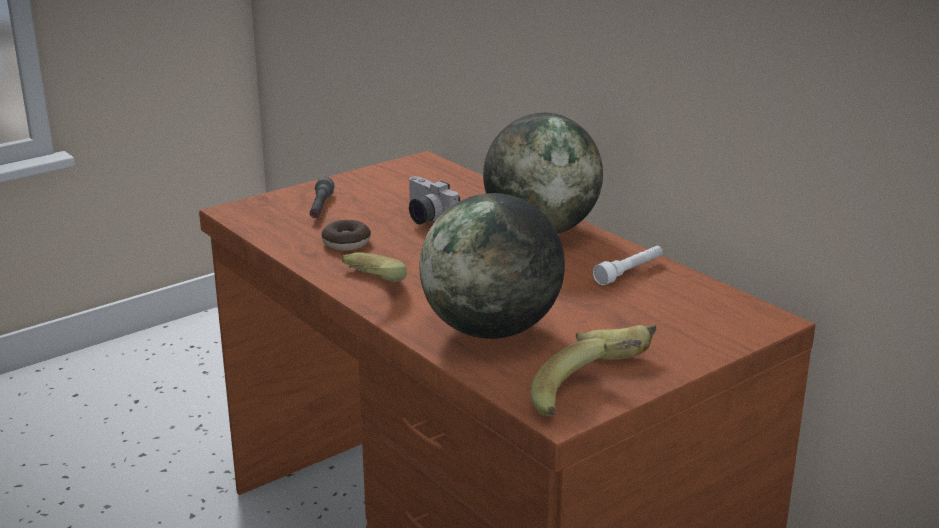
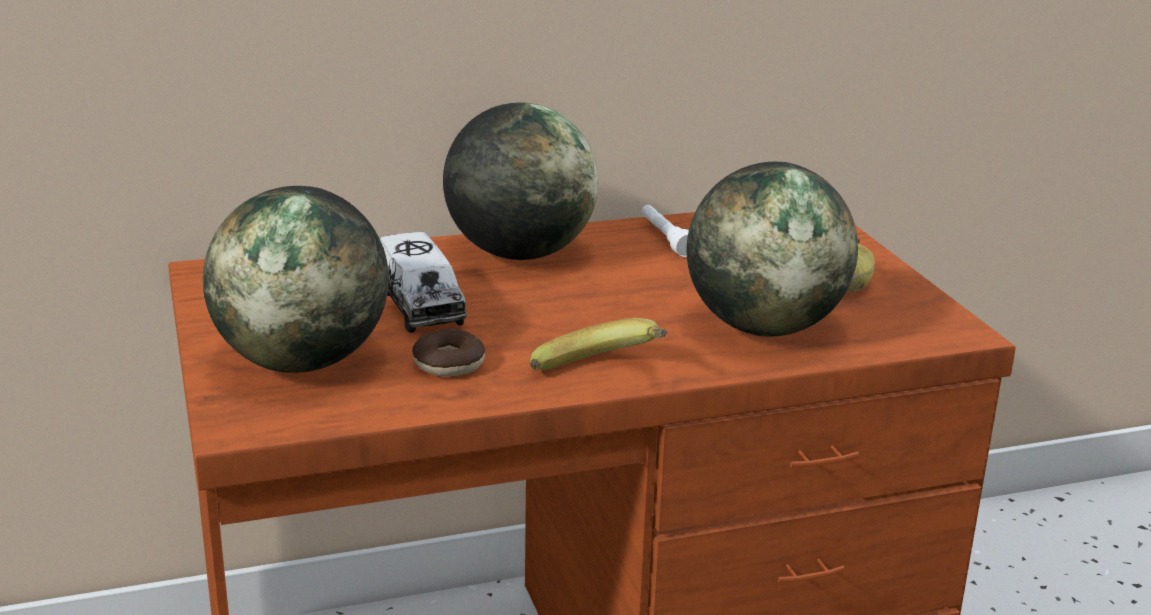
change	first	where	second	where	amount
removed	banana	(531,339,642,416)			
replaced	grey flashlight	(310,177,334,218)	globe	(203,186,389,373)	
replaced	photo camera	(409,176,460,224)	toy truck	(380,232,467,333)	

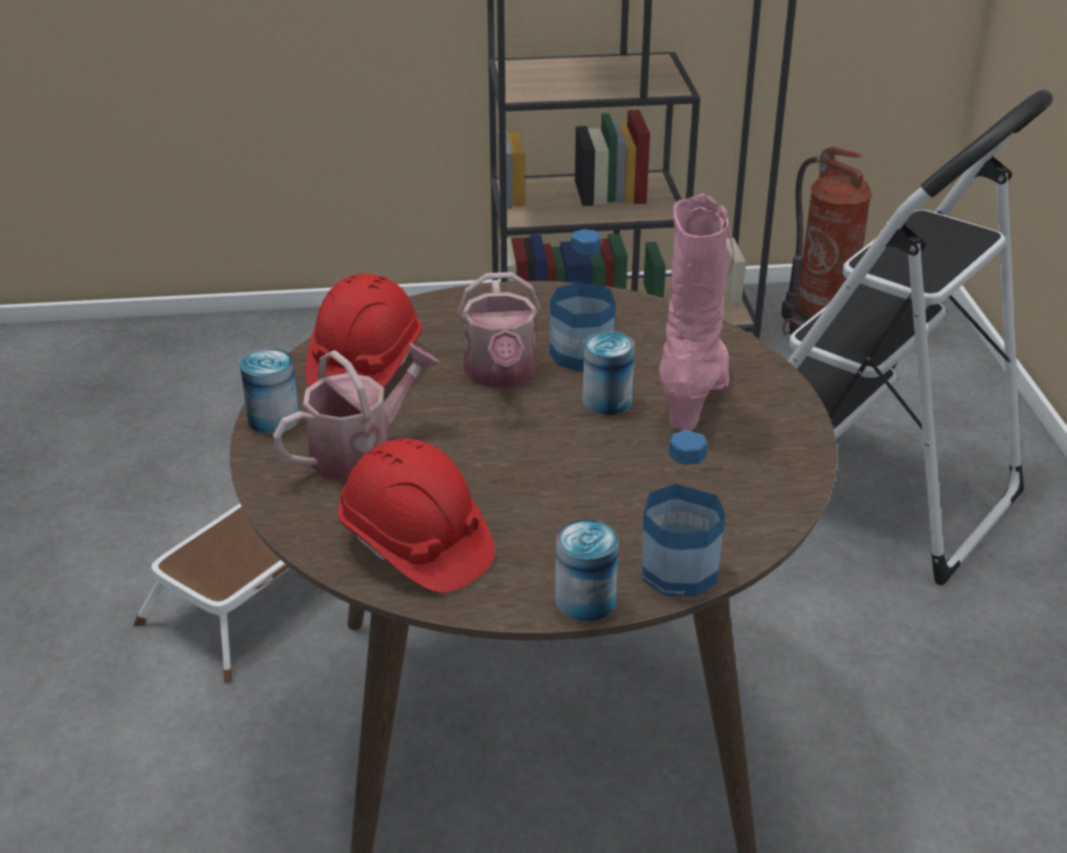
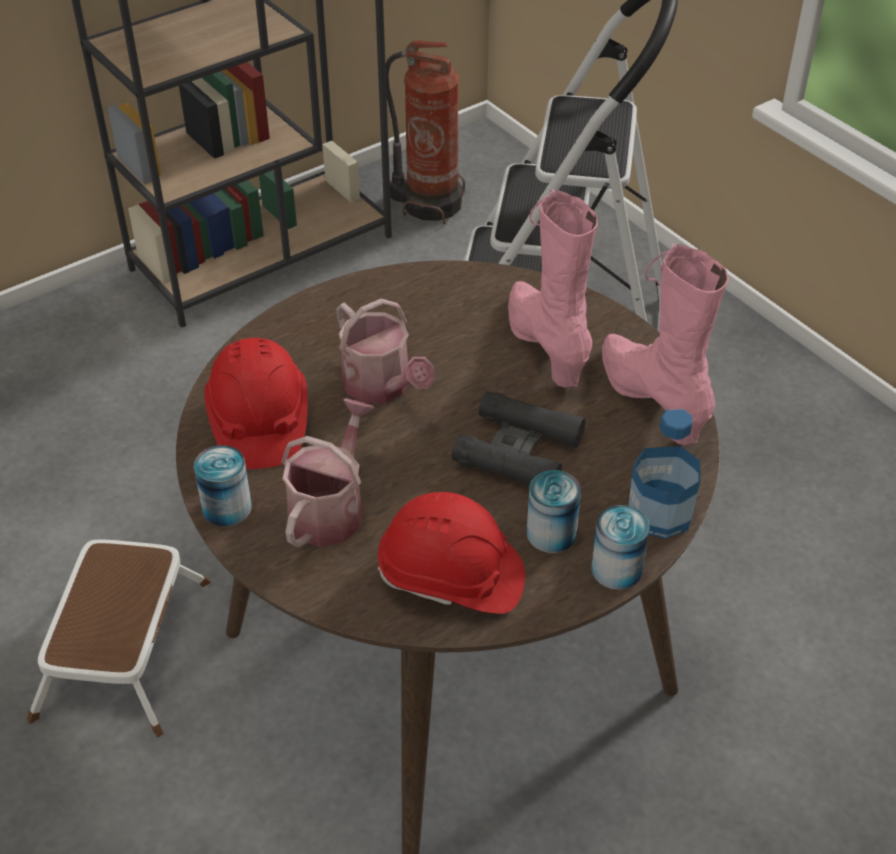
change	first	where	second	where	amount
removed	bottle	(550,229,615,372)			
added			black binoculars	(452,391,586,486)	
added			pink boot	(602,243,729,445)	
moved	can	(582,332,635,416)		(527,470,581,553)	

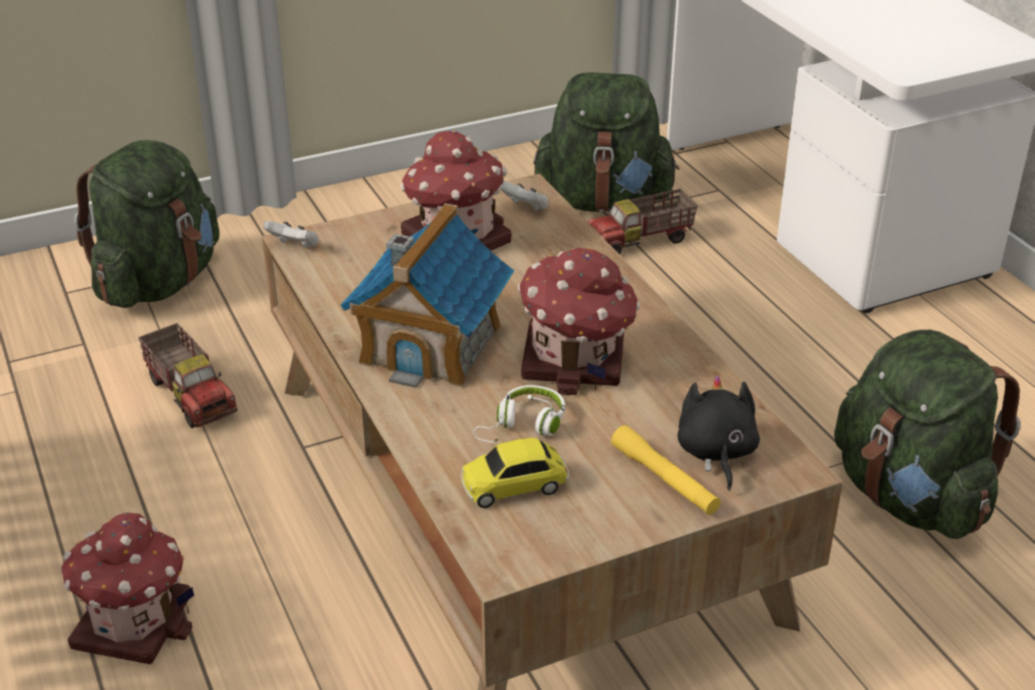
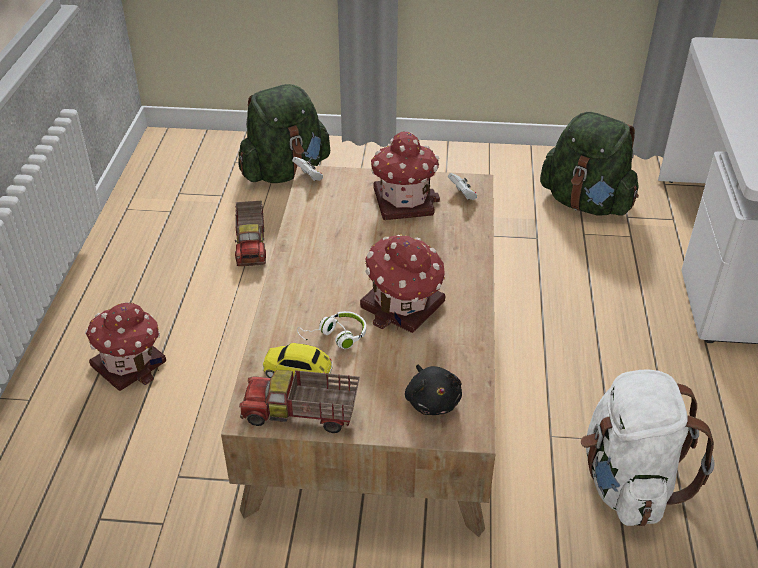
change	first	where	second	where	amount
removed	toy house	(340,203,515,388)			
removed	yellow flashlight	(611,425,720,515)			
moved	toy truck	(587,189,698,255)		(239,370,360,433)	
recoloured	green backpack	(834,330,1020,539)	white backpack	(581,370,715,526)	
turned	black plush toy	(677,375,760,491)		(405,364,462,415)	135 degrees clockwise

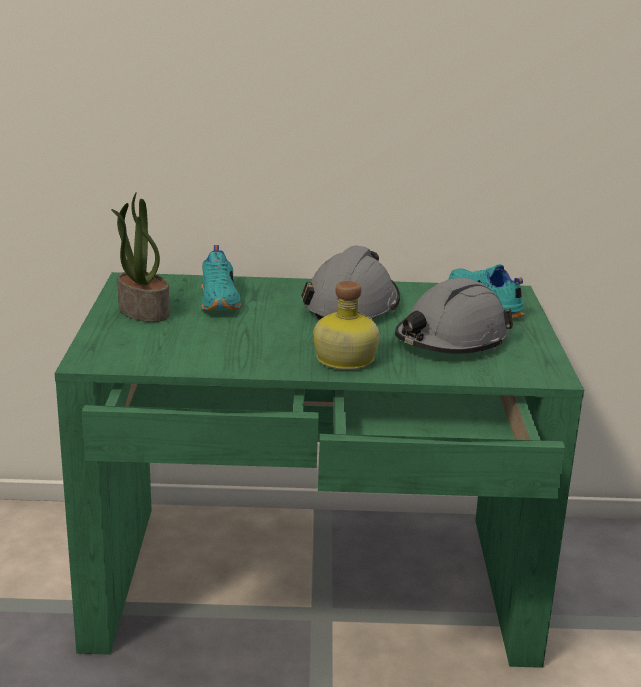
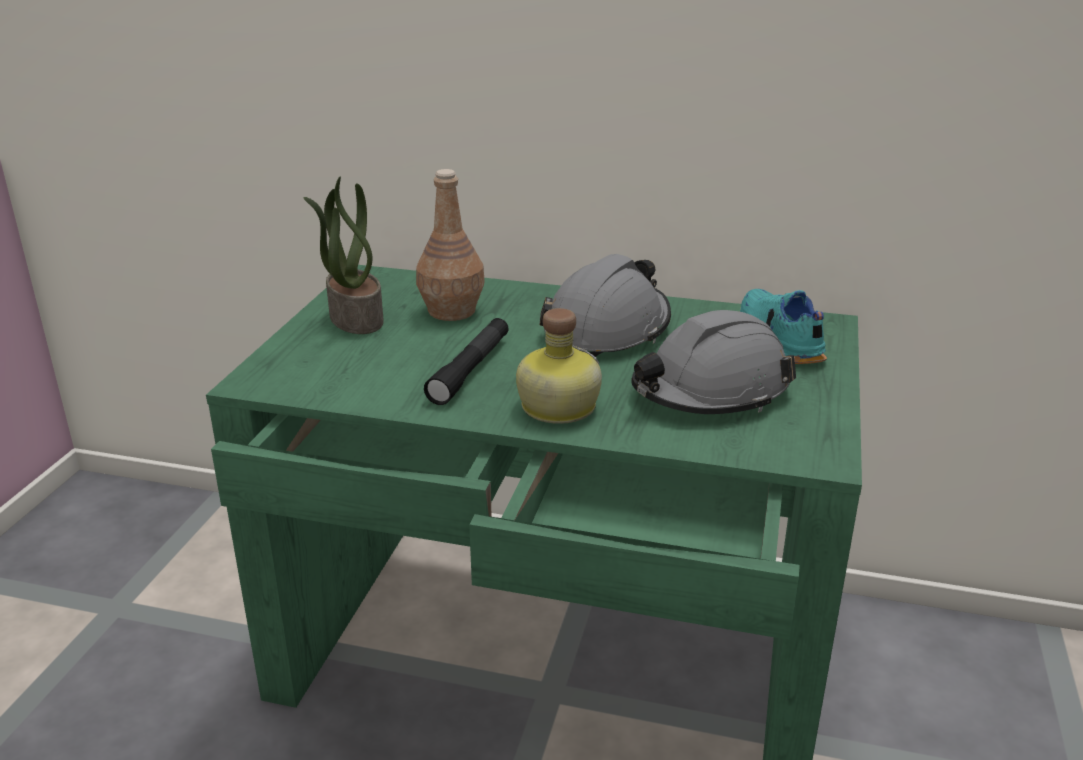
change	first	where	second	where	amount
added			black flashlight	(424,318,509,405)	
replaced	turquoise shoe	(201,245,241,310)	brown bottle	(416,169,485,321)	

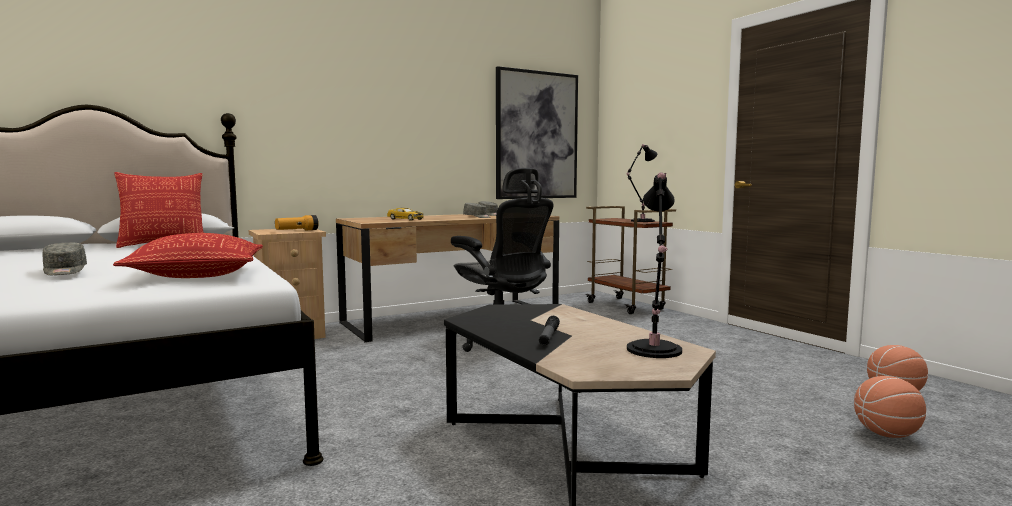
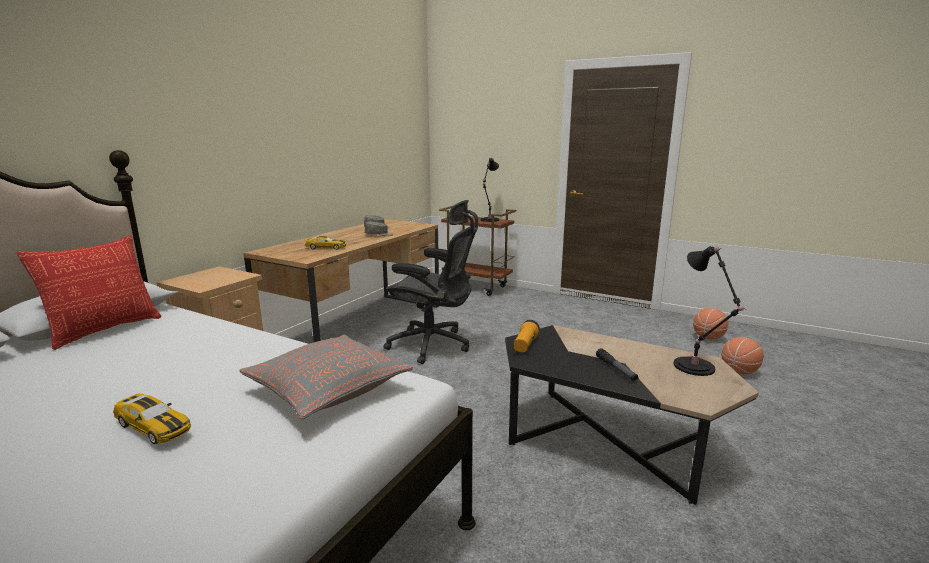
change	first	where	second	where	amount
removed	picture	(496,66,578,199)			
moved	flashlight	(275,215,319,230)		(514,320,540,353)	
replaced	grey cap	(43,242,87,275)	toy car	(113,393,191,444)	
recoloured	red pillow	(113,233,263,278)	grey pillow	(239,335,413,419)	

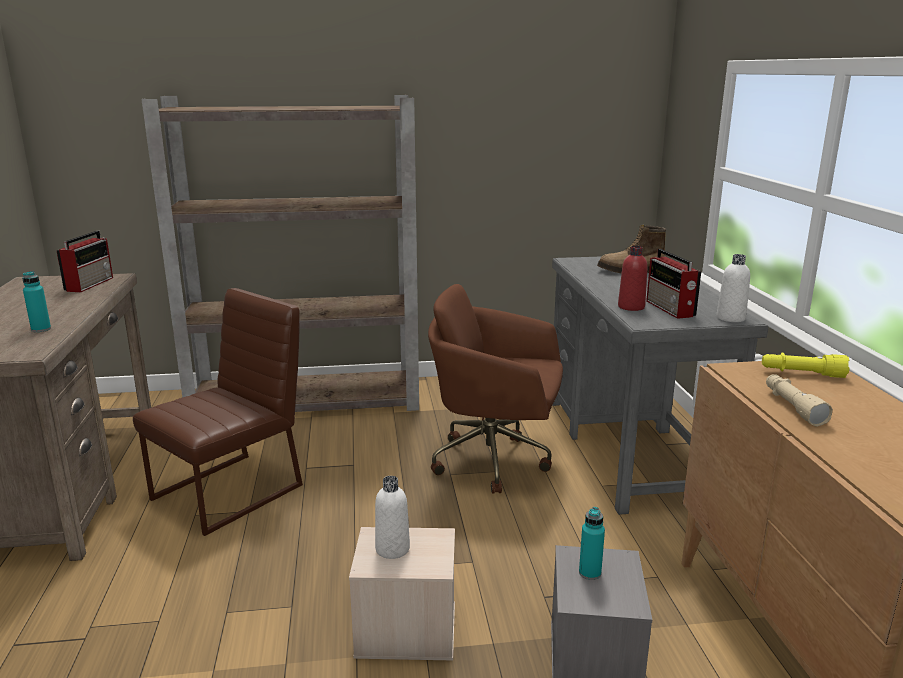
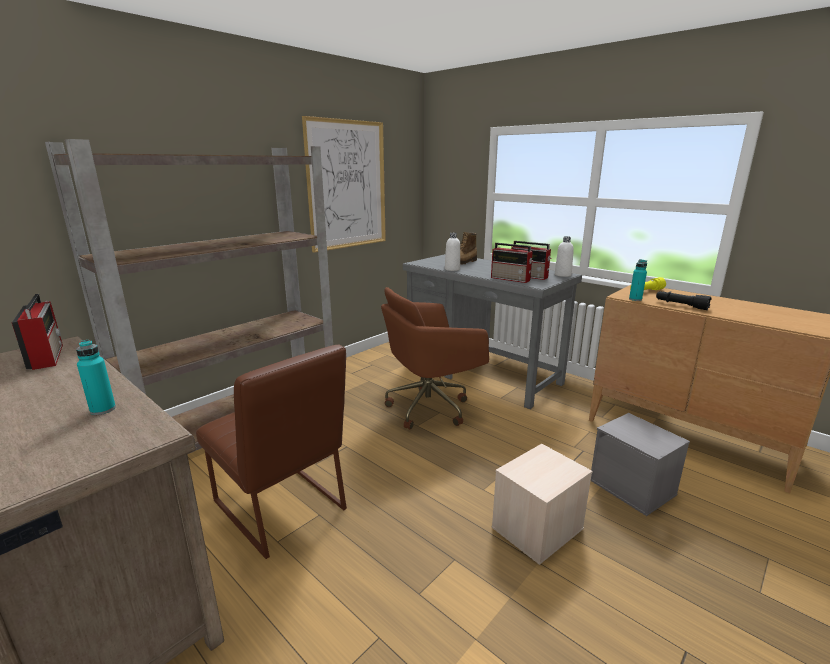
change	first	where	second	where	amount
added			picture	(302,116,386,253)	
moved	white bottle	(375,476,410,559)		(445,233,460,271)	
moved	turquoise bottle	(579,507,605,580)		(629,259,647,301)	
replaced	red bottle	(618,246,647,311)	radio	(491,243,533,283)	
recoloured	beige flashlight	(766,374,833,427)	black flashlight	(656,291,712,310)	
turned	brown chair	(133,288,303,536)		(196,345,347,559)	135 degrees clockwise

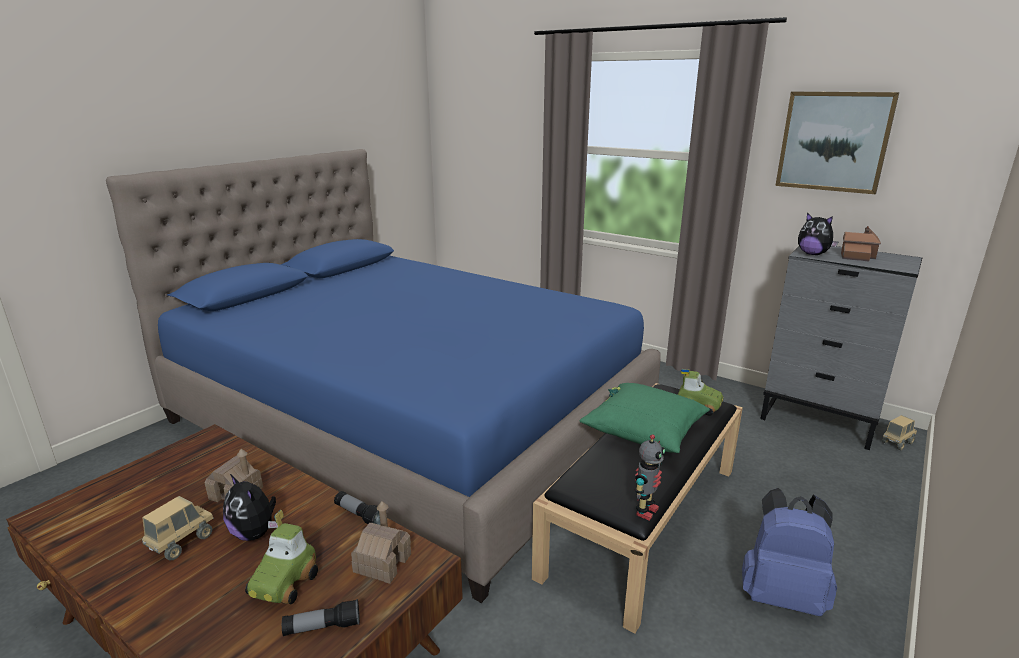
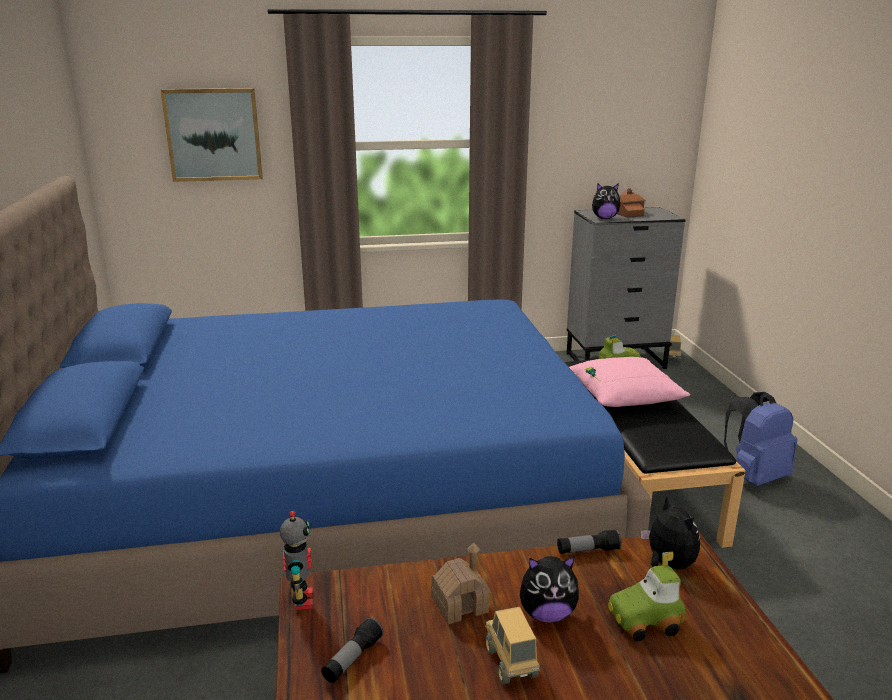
change	first	where	second	where	amount
moved	flashlight	(282,599,360,636)		(321,617,384,683)	
moved	toy robot	(635,434,665,521)		(280,511,313,610)	
moved	picture	(775,92,900,194)		(160,88,263,182)	
replaced	toy house	(351,501,411,584)	plush toy	(641,497,700,569)	
recoloured	green pillow	(580,383,710,453)	pink pillow	(569,357,690,407)	
turned	toy car	(245,510,318,604)		(608,551,685,641)	105 degrees clockwise

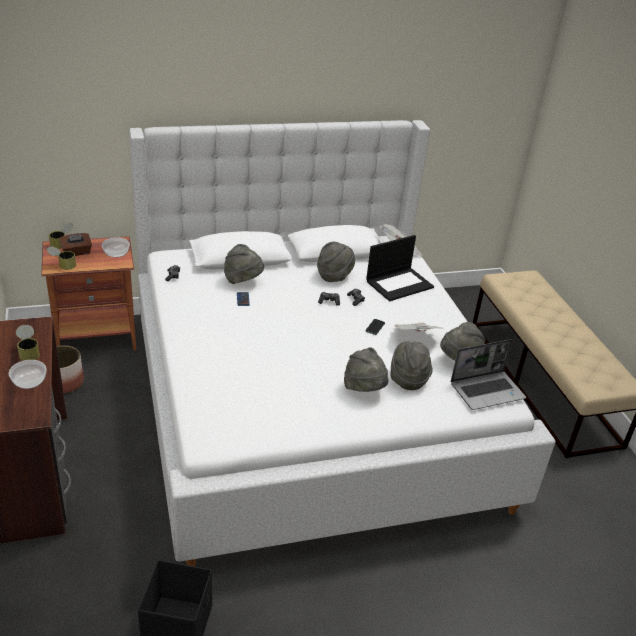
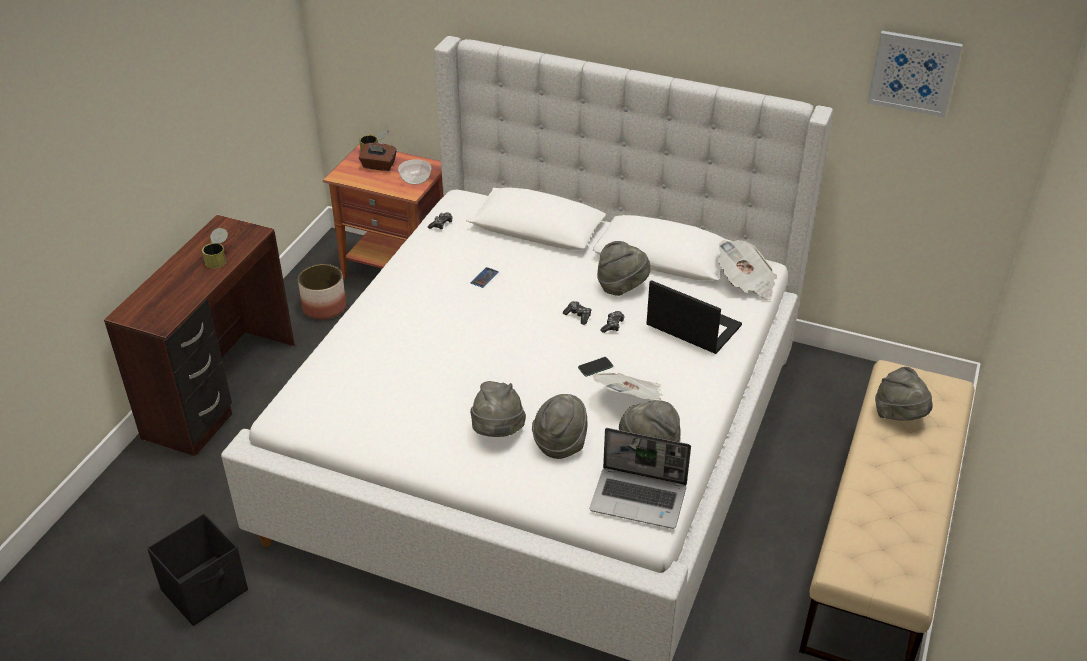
change	first	where	second	where	amount
removed	bowl	(9,360,47,389)			
removed	can	(47,246,76,270)			
added			picture	(867,31,963,117)	
moved	grey hat	(224,244,264,284)		(875,367,933,421)	
turned	laptop	(366,235,434,301)		(646,280,742,354)	150 degrees counterclockwise

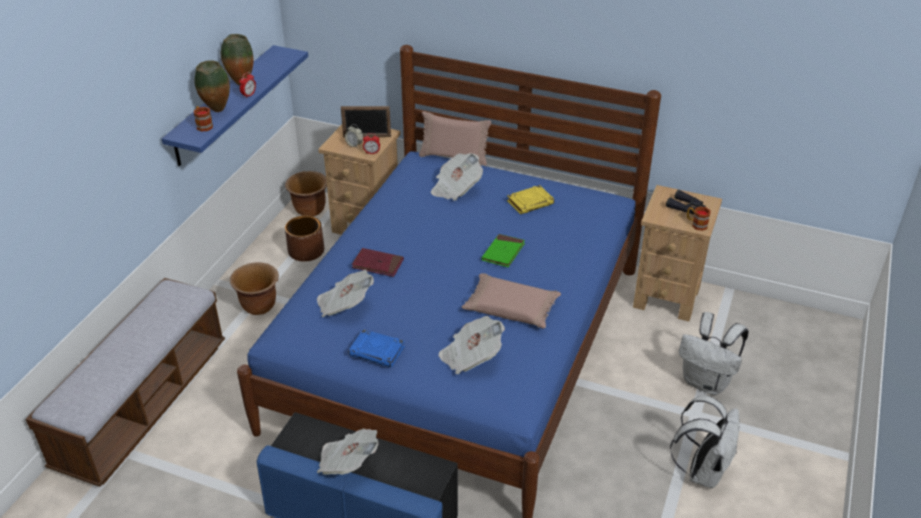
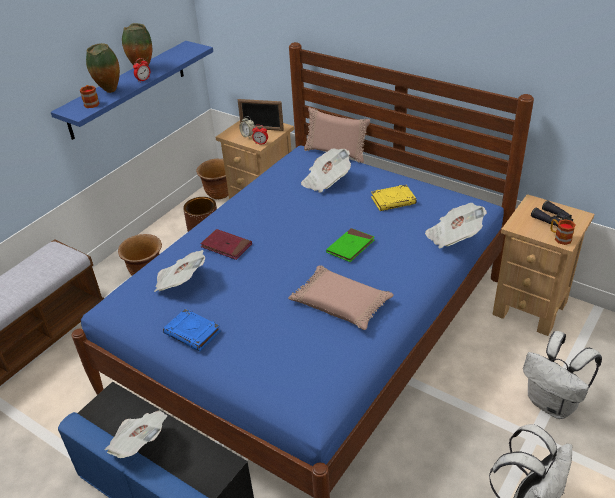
change	first	where	second	where	amount
moved	newspaper	(439,316,505,374)		(425,203,487,248)	

